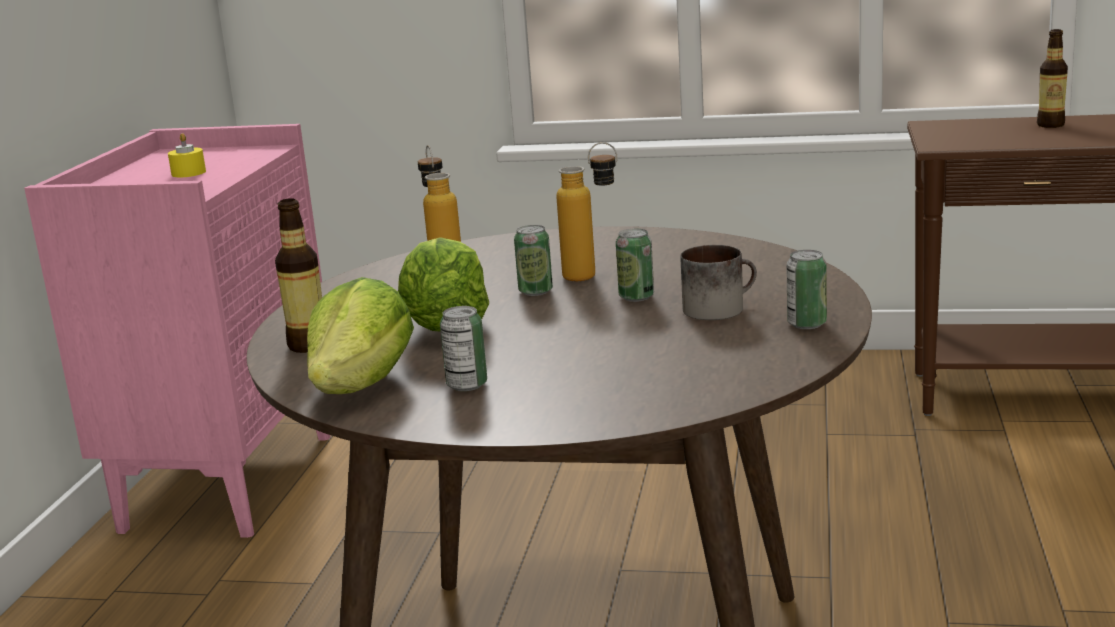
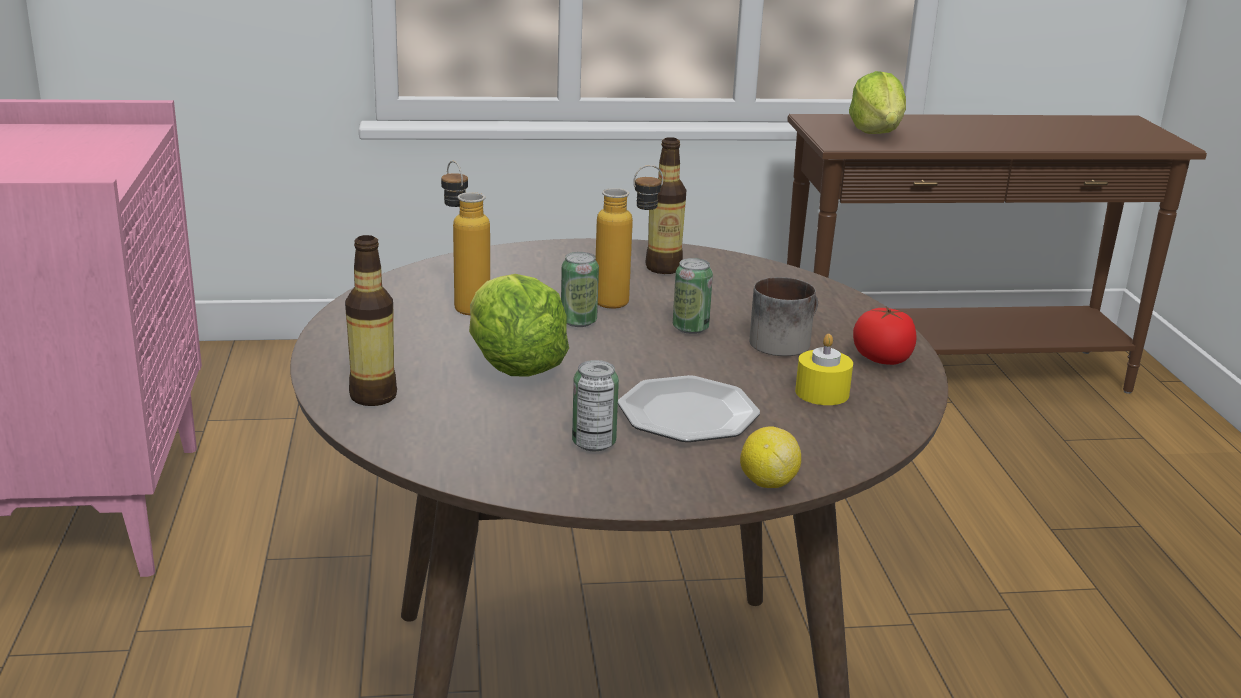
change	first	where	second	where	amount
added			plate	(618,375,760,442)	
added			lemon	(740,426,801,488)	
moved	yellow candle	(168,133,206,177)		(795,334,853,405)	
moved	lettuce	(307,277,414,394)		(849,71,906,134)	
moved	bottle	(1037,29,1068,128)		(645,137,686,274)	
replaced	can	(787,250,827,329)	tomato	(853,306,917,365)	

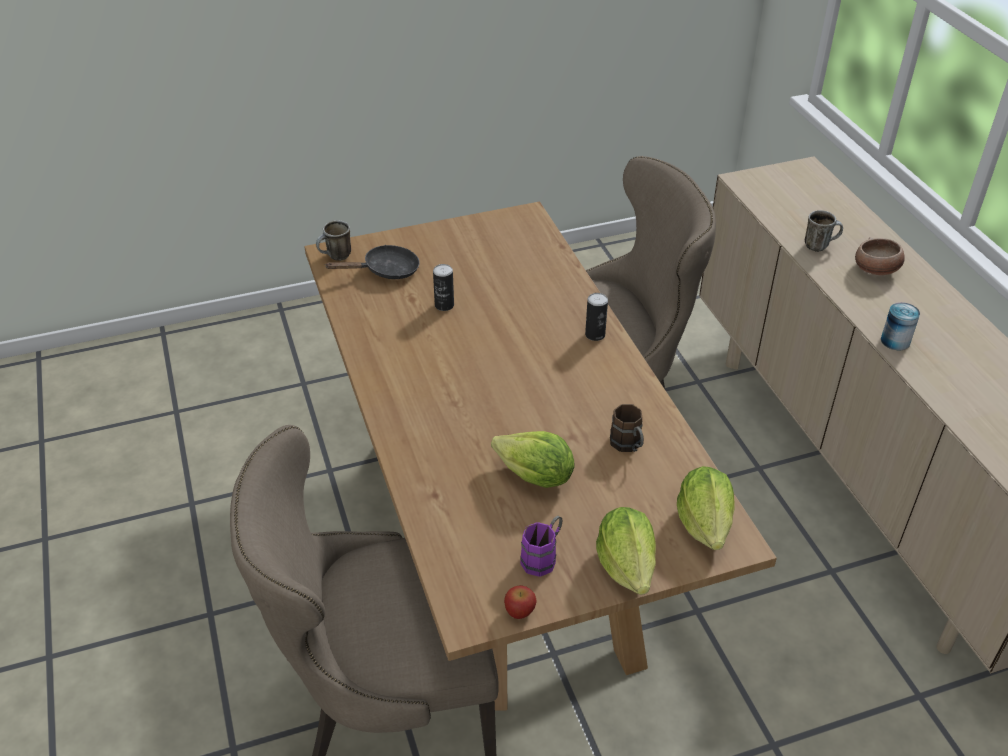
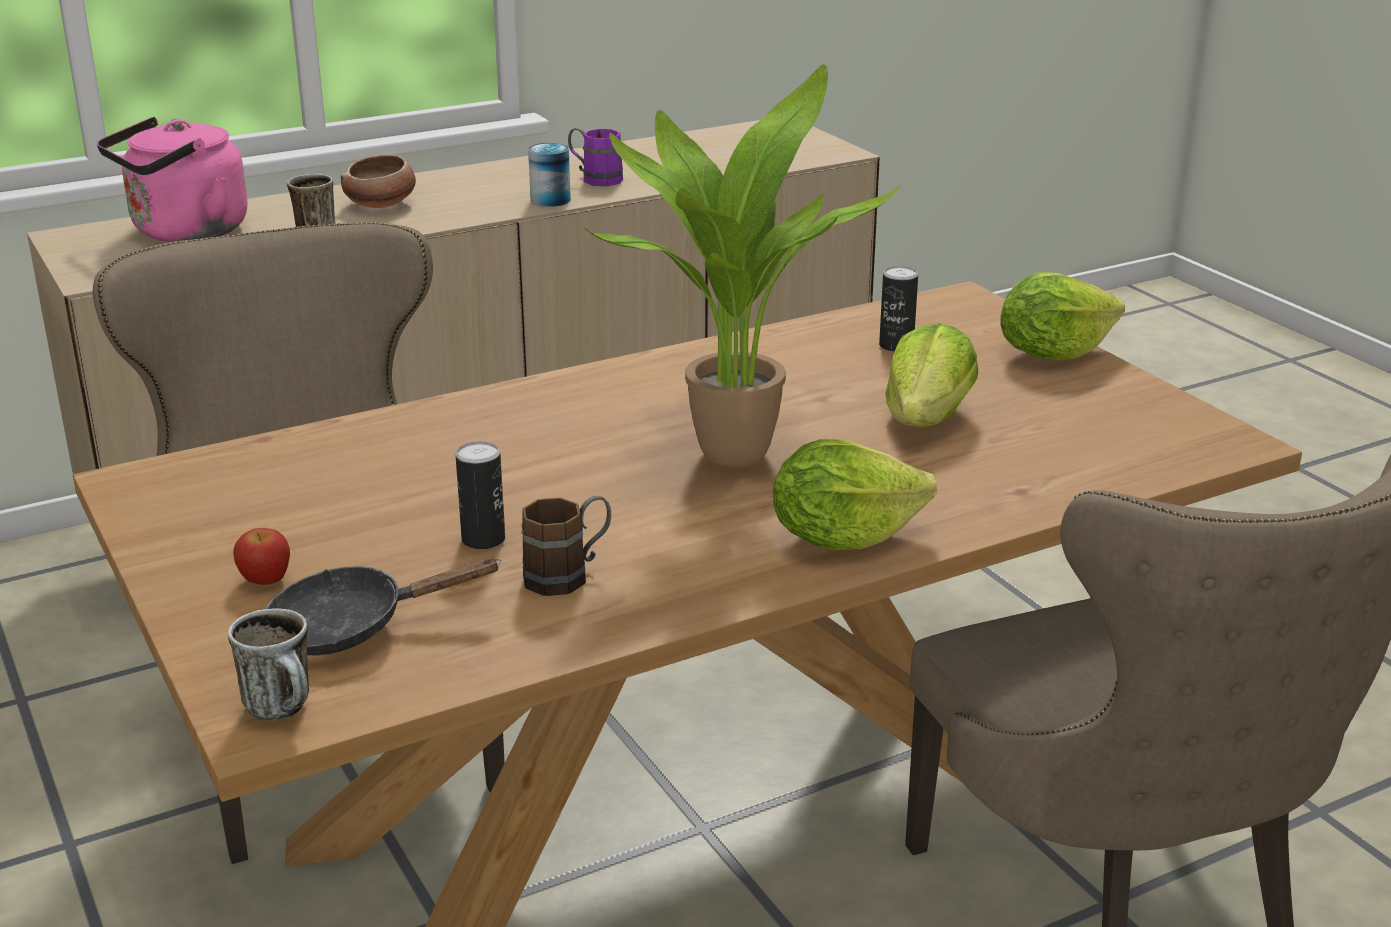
change	first	where	second	where	amount
added			pink kettle	(97,117,248,242)	
added			potted plant	(583,65,901,467)	
moved	apple	(504,585,537,619)		(233,528,290,585)	
moved	purple mug	(520,516,562,577)		(568,128,623,186)	
moved	can	(585,293,608,341)		(879,266,918,352)	
moved	brown mug	(610,404,644,452)		(522,496,611,596)	
moved	lettuce	(677,466,734,550)		(773,439,937,550)	
turned	black frying pan	(324,245,420,279)		(265,557,501,655)	75 degrees counterclockwise

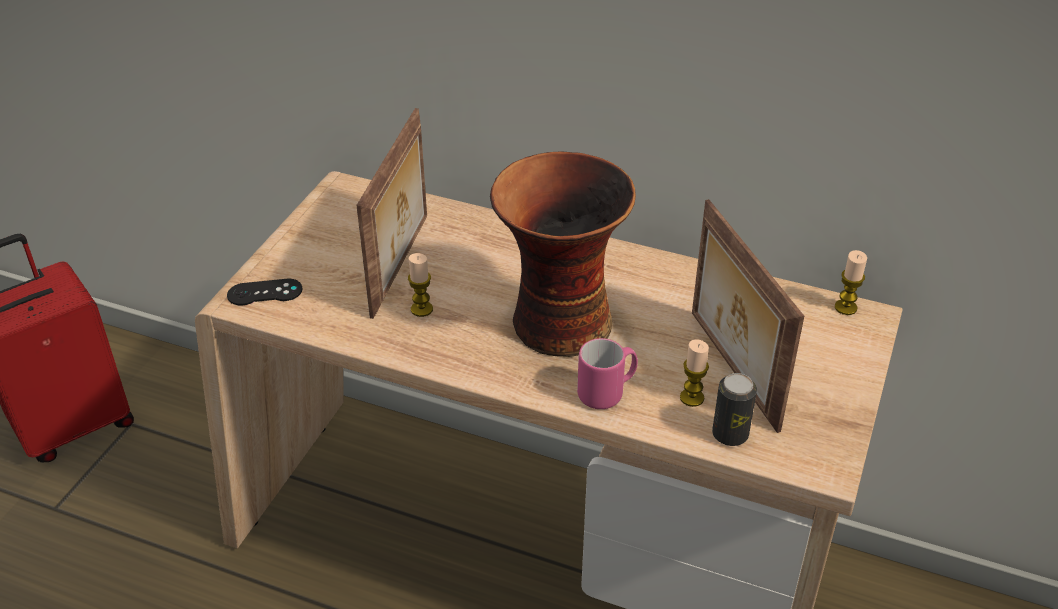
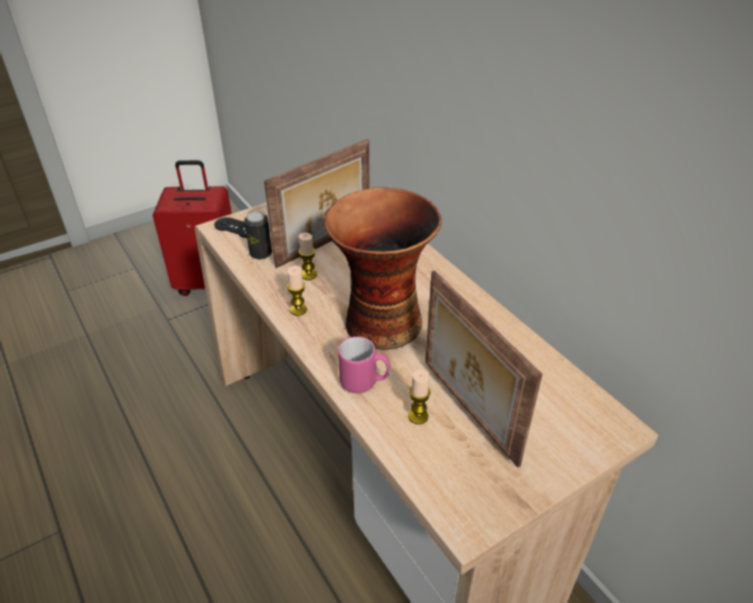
change	first	where	second	where	amount
moved	can	(712,373,757,446)		(244,211,272,259)	
moved	candle	(835,250,867,315)		(287,266,307,316)	
turned	picture frame	(692,199,804,433)		(425,270,542,467)	45 degrees counterclockwise

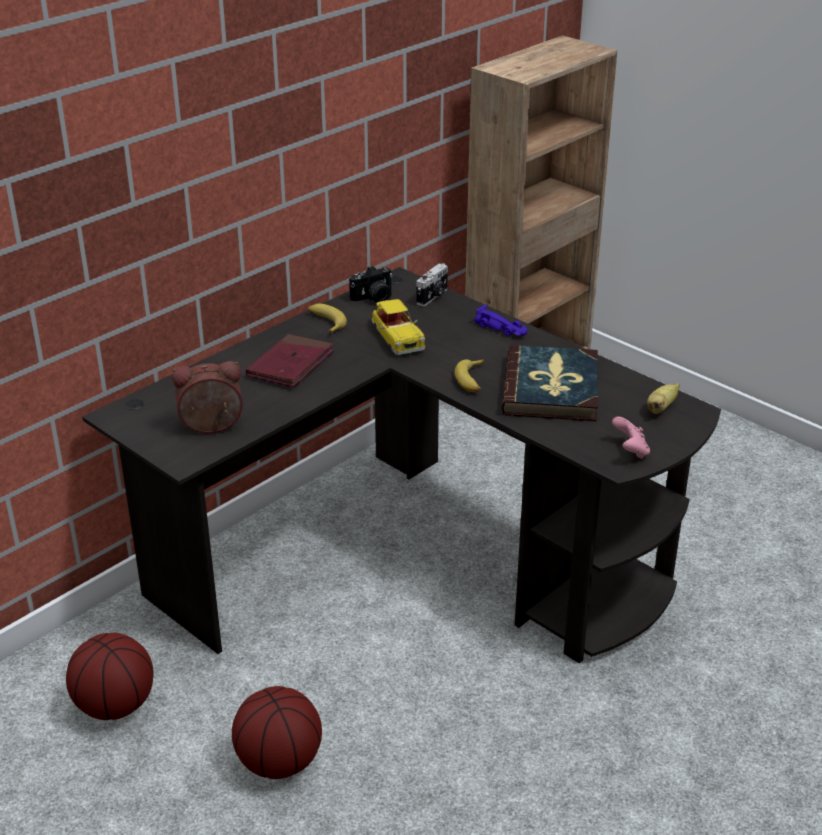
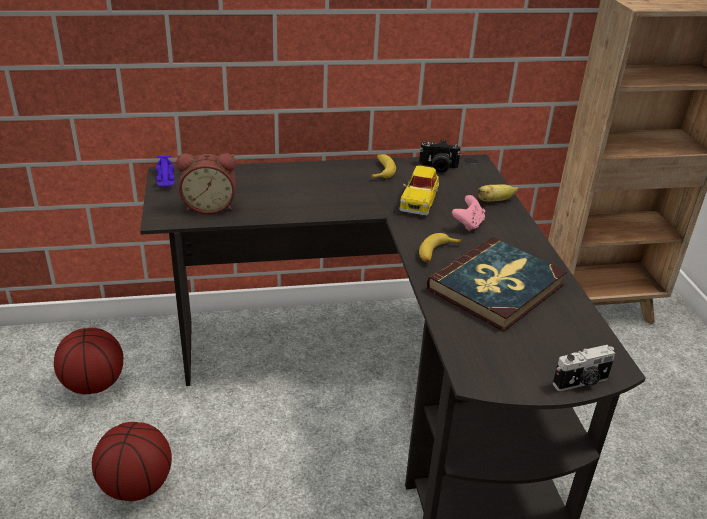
change	first	where	second	where	amount
removed	red book	(246,334,334,387)			
moved	photo camera	(417,263,448,306)		(553,345,615,391)	
moved	purple toy car	(474,304,527,336)		(156,155,175,188)	
moved	pink game controller	(612,417,650,459)		(452,195,485,231)	
moved	banana	(647,383,680,414)		(478,184,519,201)	
turned	alarm clock	(172,361,243,434)		(176,153,236,214)	150 degrees clockwise

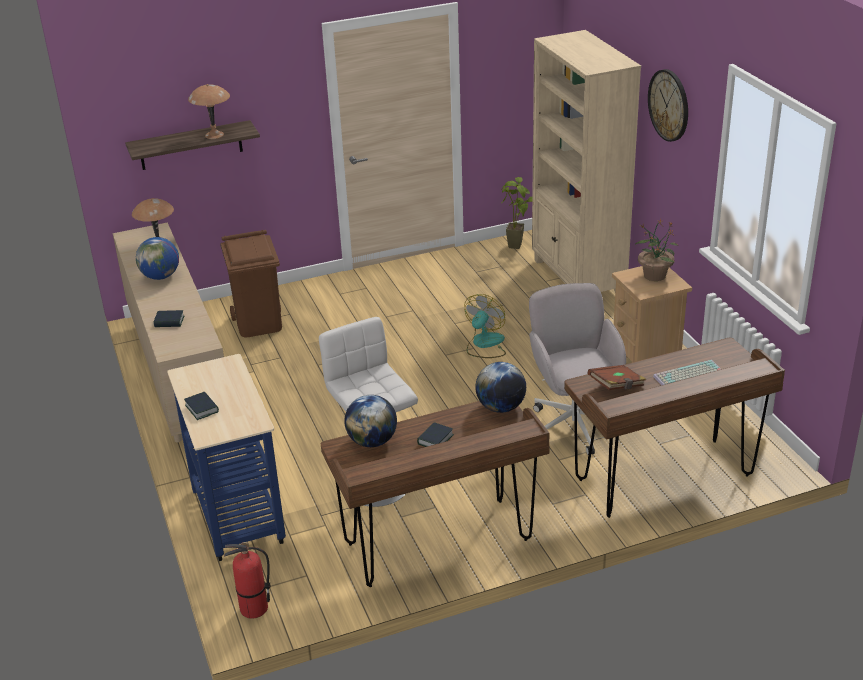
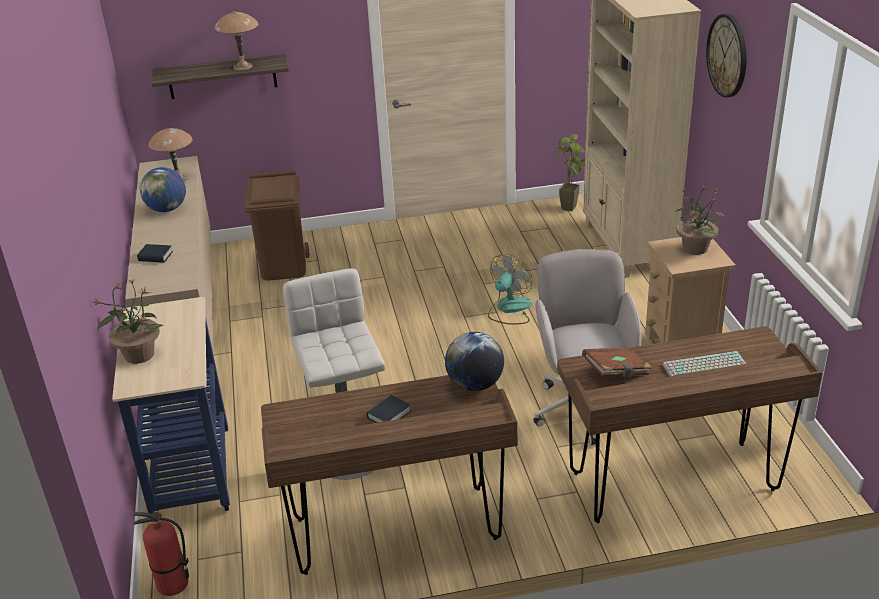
change	first	where	second	where	amount
removed	globe	(344,395,397,447)			
replaced	book	(184,392,219,420)	potted plant	(94,279,163,364)	

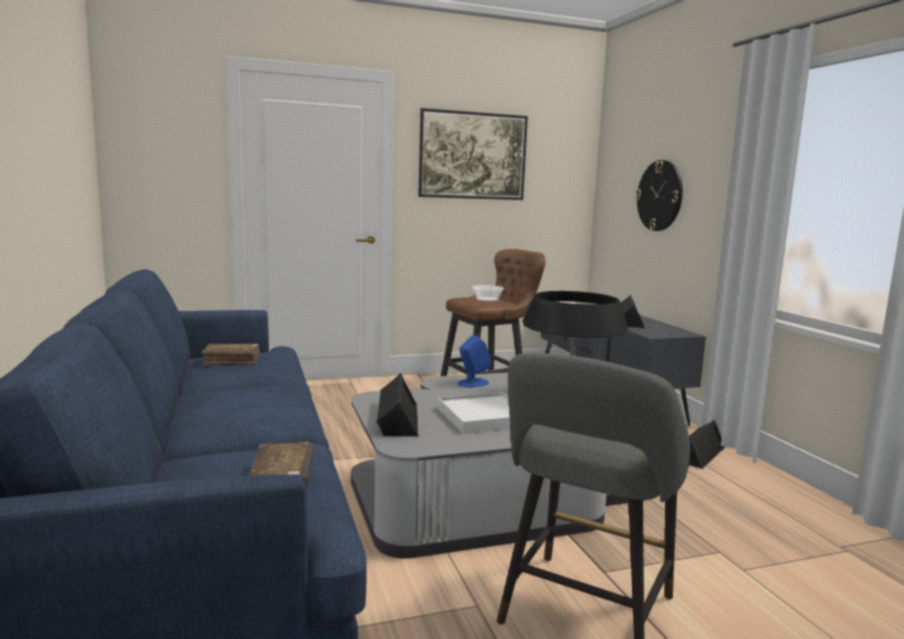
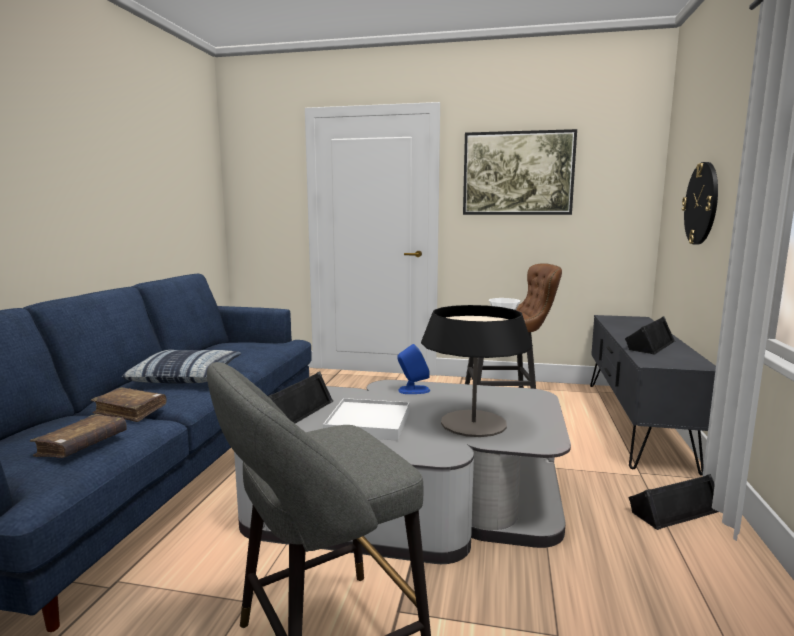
change	first	where	second	where	amount
added			pillow	(122,350,241,384)	
moved	brown book	(202,344,260,365)		(91,387,167,422)	

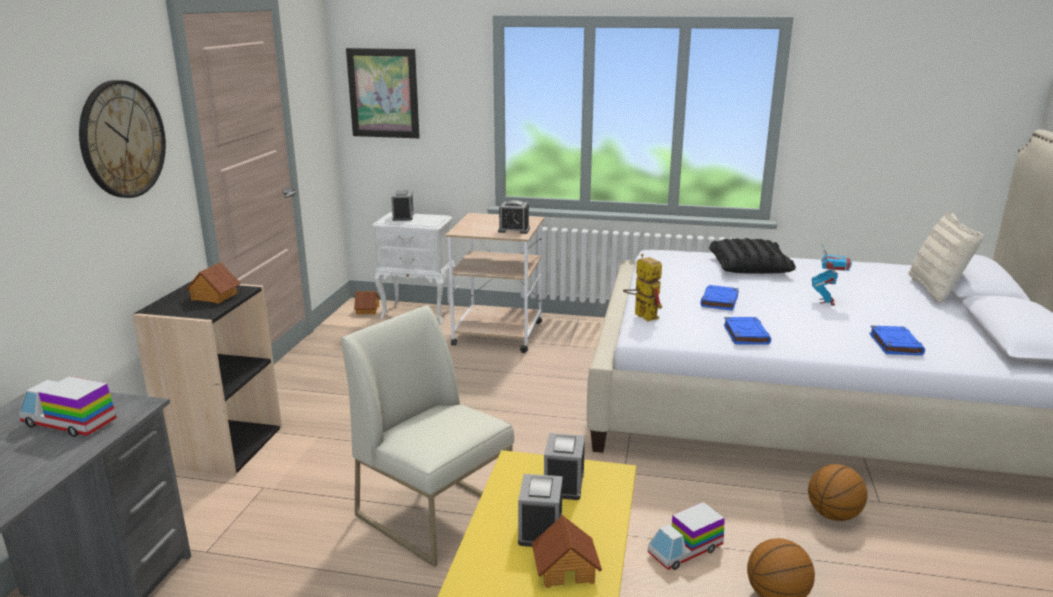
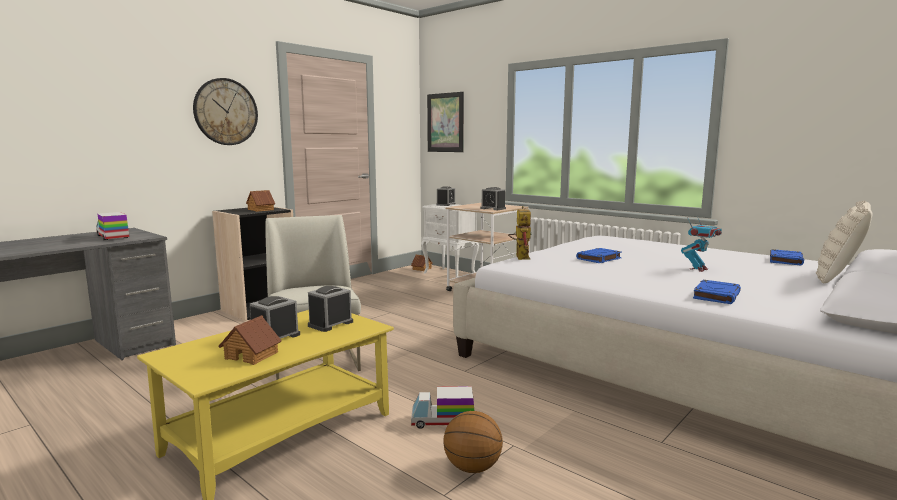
change	first	where	second	where	amount
removed	black pillow	(709,238,796,274)			
removed	basketball	(808,464,868,521)			
moved	blue book	(724,317,771,345)		(770,249,804,266)	

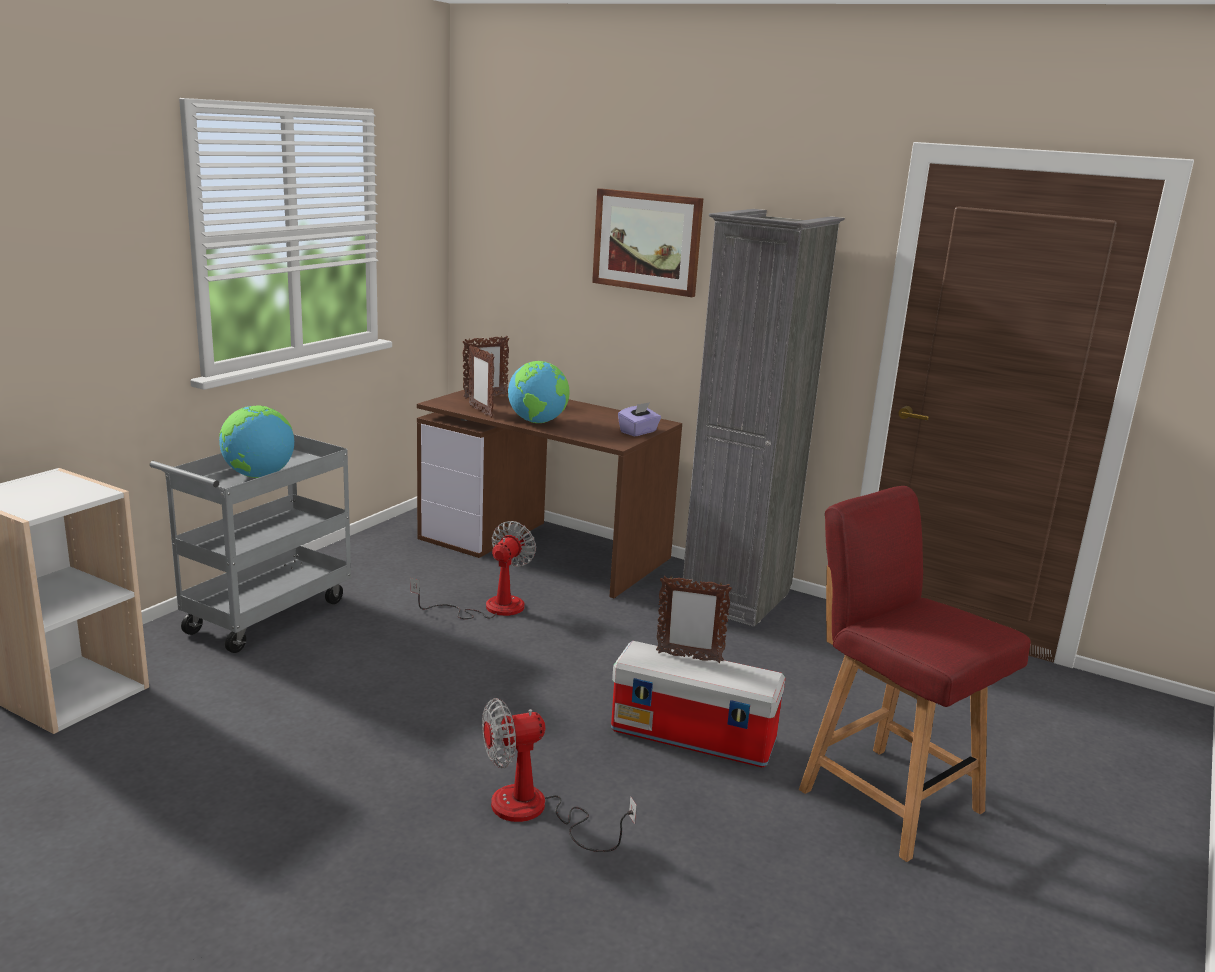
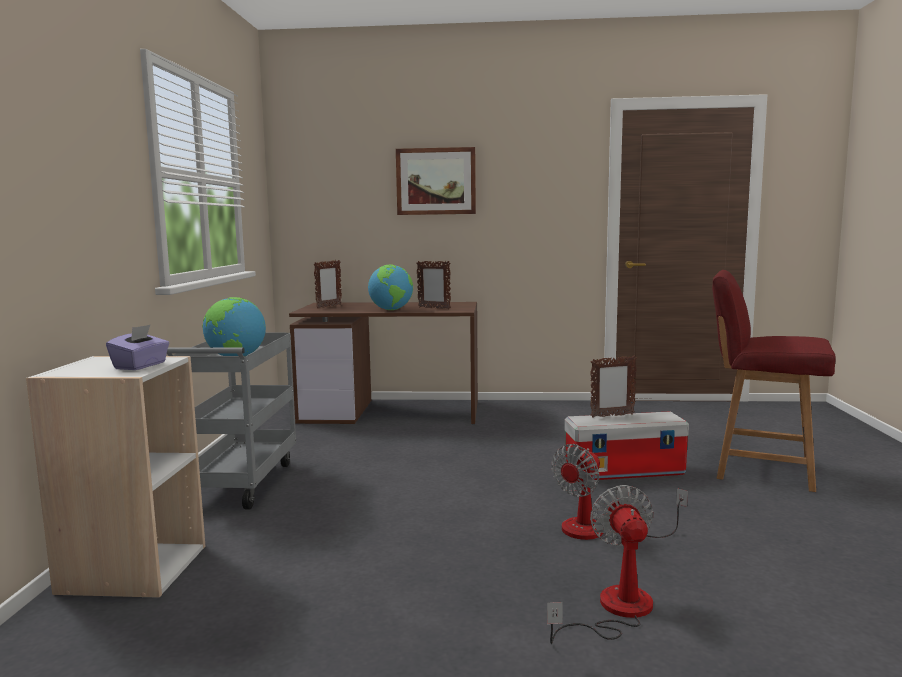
change	first	where	second	where	amount
removed	grey cabinet	(682,209,845,626)			
moved	fan	(410,521,536,619)		(547,485,653,644)	
moved	picture frame	(469,345,495,418)		(416,261,451,309)	
moved	purple tissue box	(618,402,661,436)		(106,324,169,370)	

